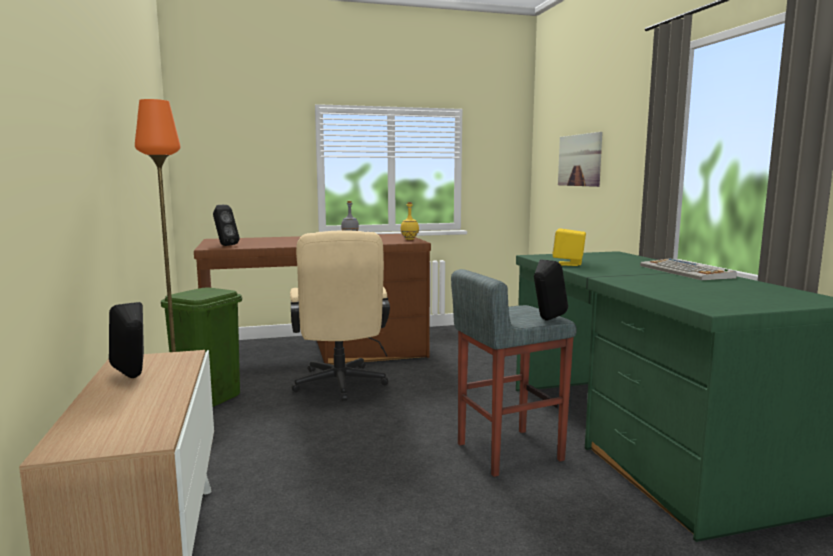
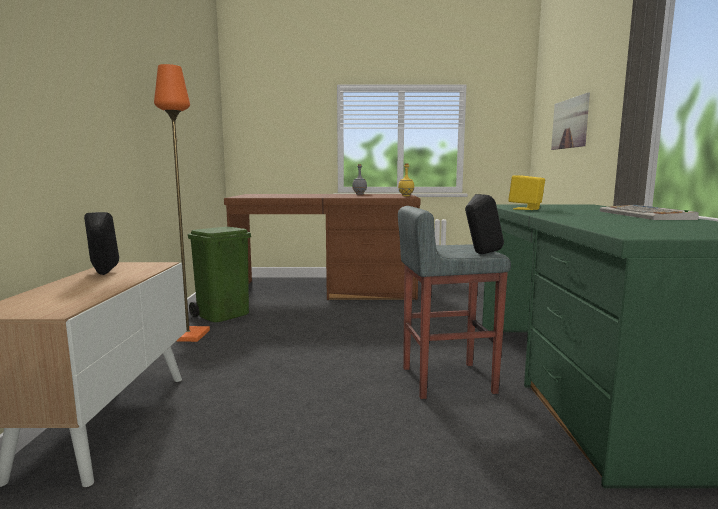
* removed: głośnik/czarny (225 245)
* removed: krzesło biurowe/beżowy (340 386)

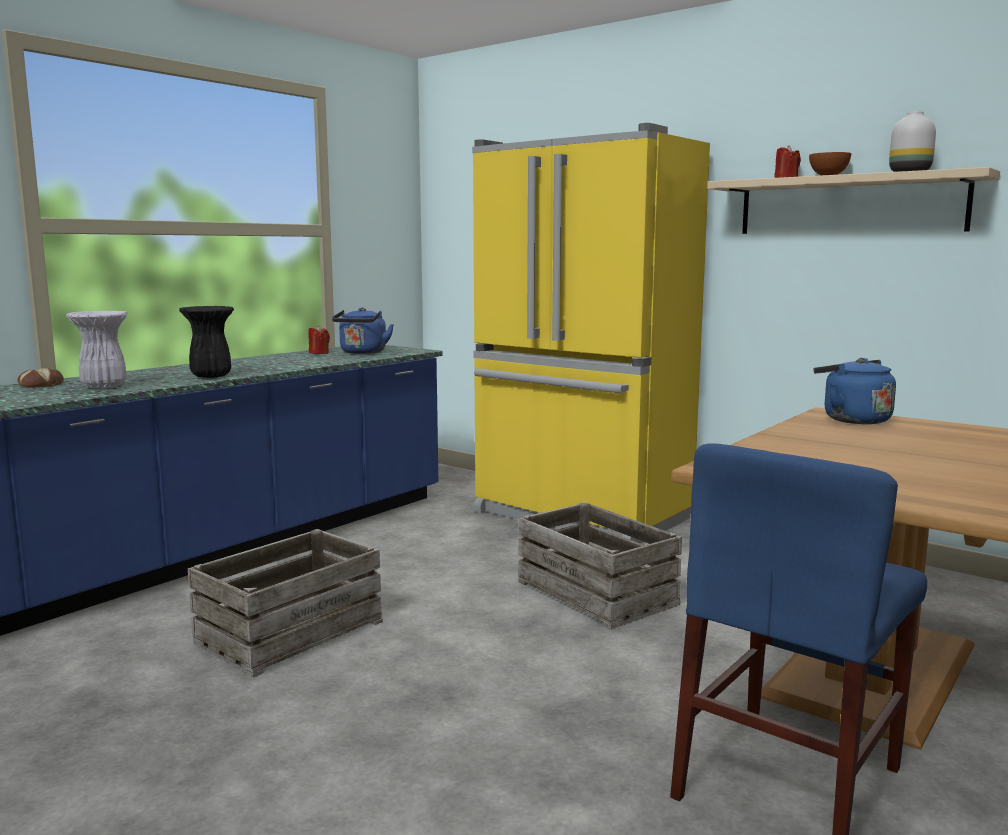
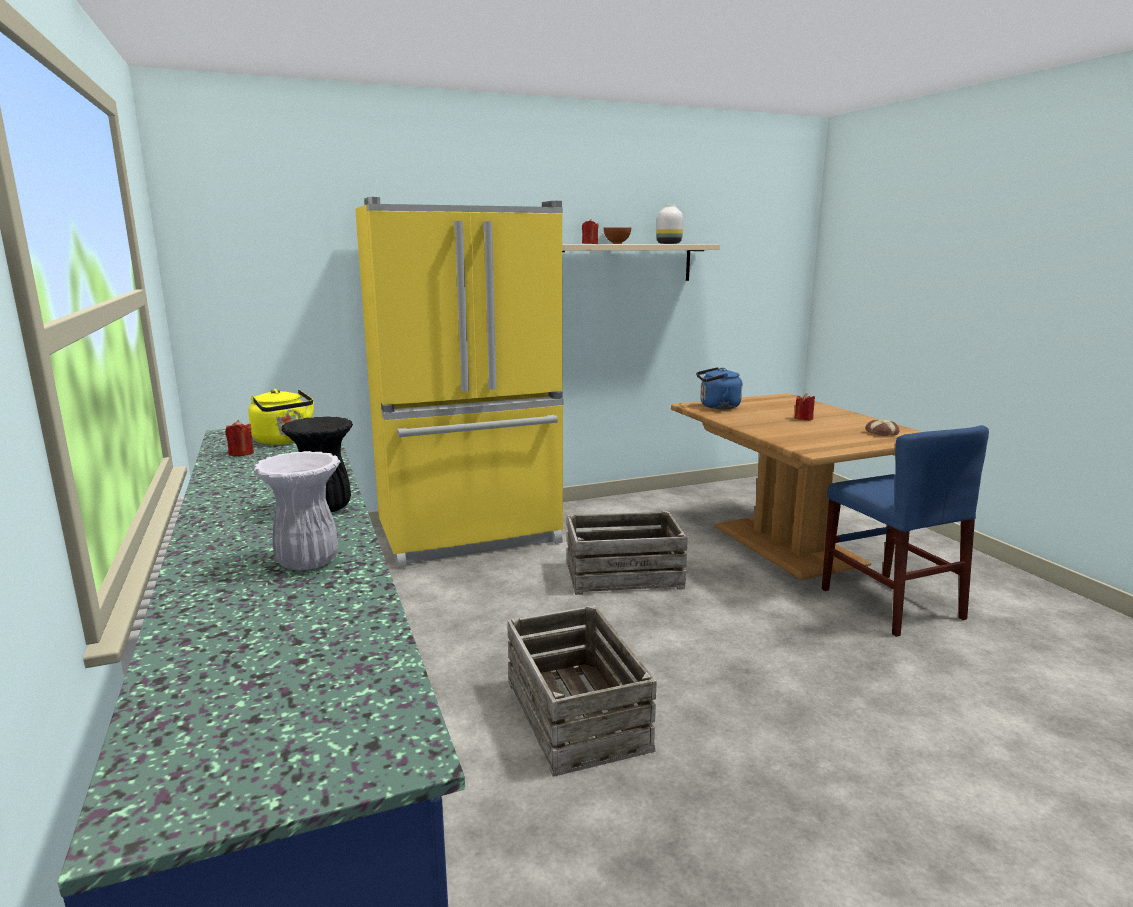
* recoloured: czajnik/niebieski (362 353) to czajnik/żółty (283 441)
* moved: chleb (41 384) to (881 433)
* added: świeca/czerwony (803 418)

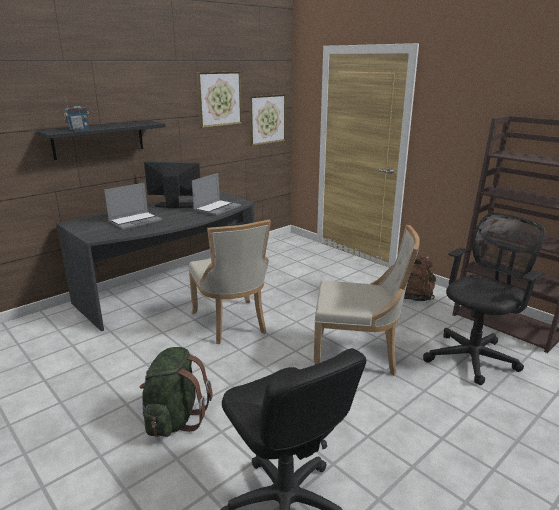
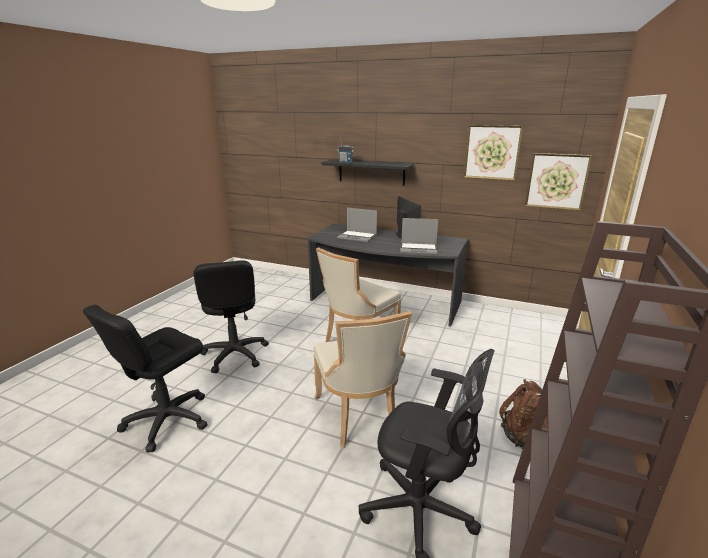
* replaced: plecak/zielony (174 419) to krzesło biurowe/czarny (235 354)

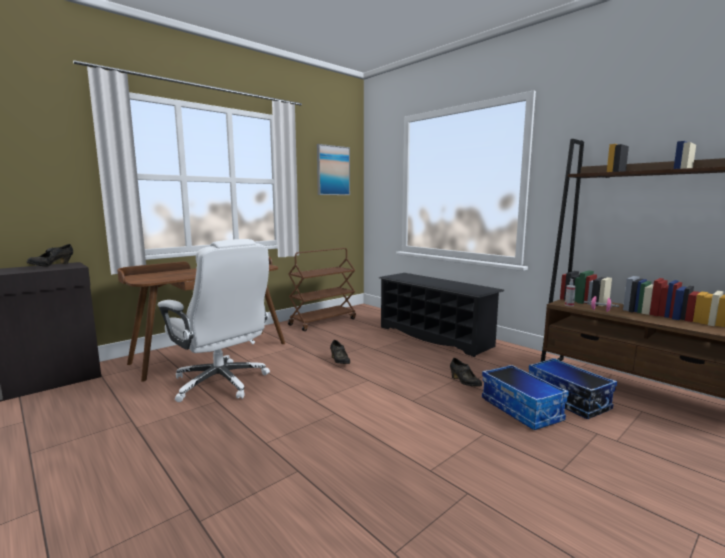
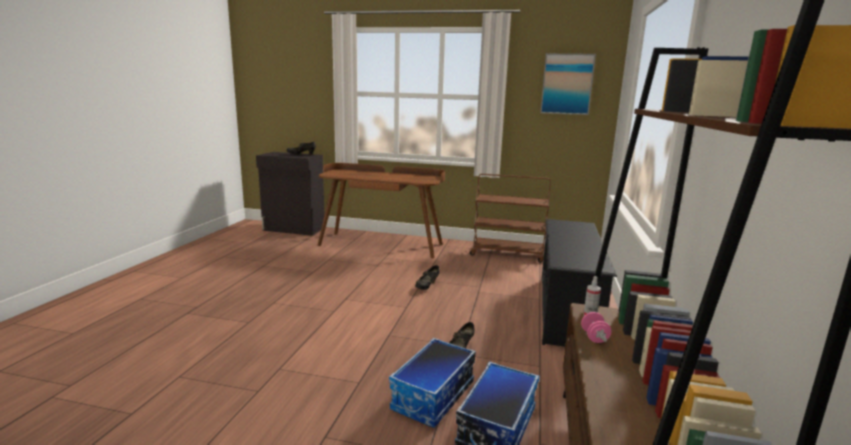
* removed: krzesło biurowe/biały (221 383)

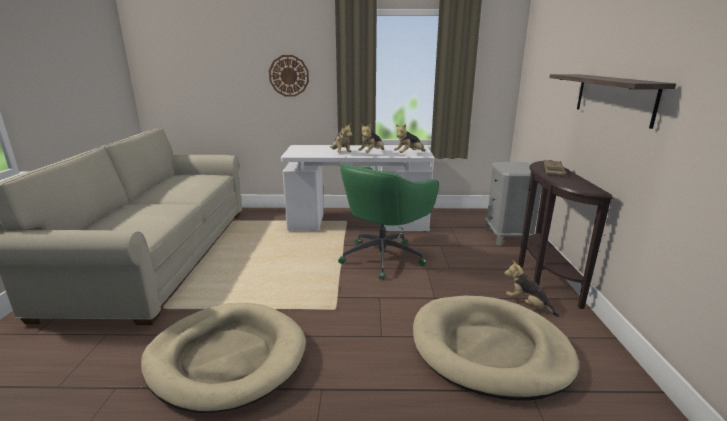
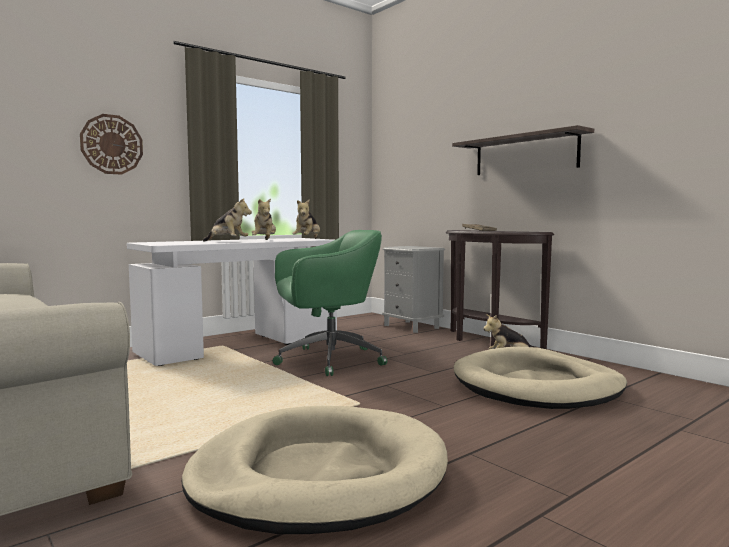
* turned: krzesło biurowe/zielony (383 256) = (327 360) 105 degrees counterclockwise

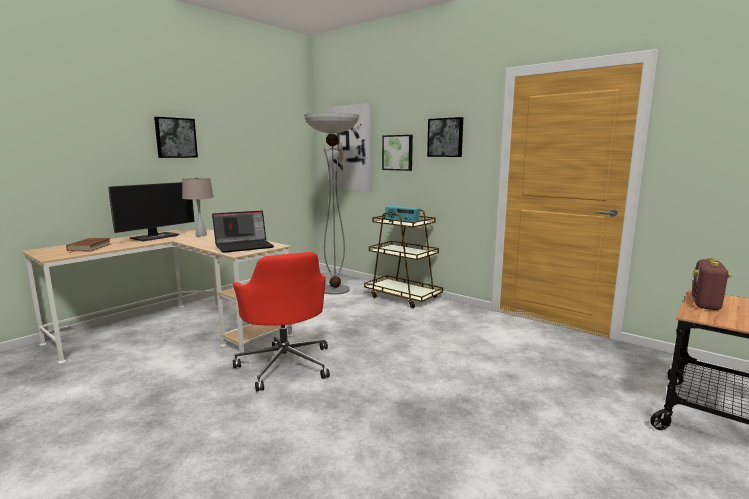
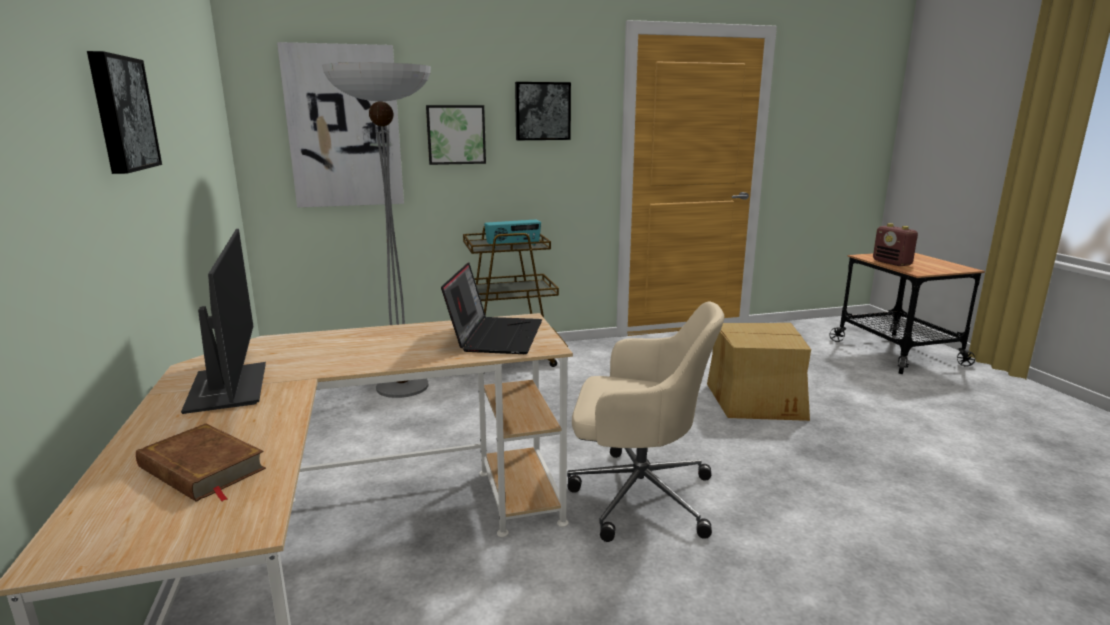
* removed: lampa stołowa/beżowy (201 235)
* recoloured: krzesło biurowe/czerwony (285 364) to krzesło biurowe/beżowy (637 495)
* added: karton (757 399)

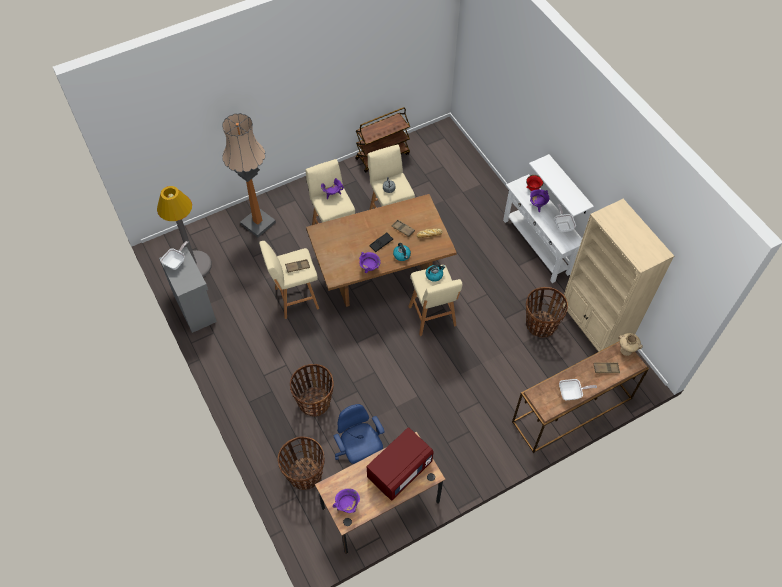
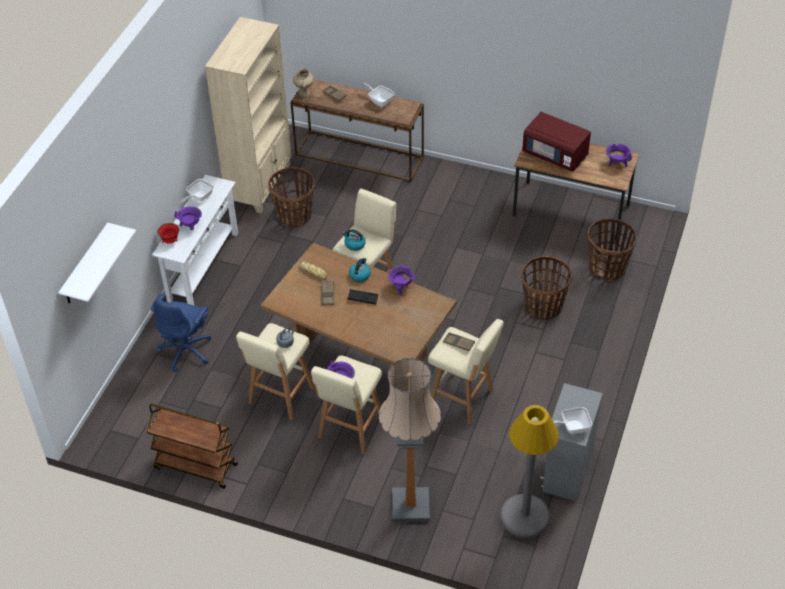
* moved: półka/biały (569 186) to (85 265)
* moved: krzesło biurowe/niebieski (359 454) to (187 350)
* turned: mikrofalówka/czerwony (399 470) = (555 155) 150 degrees counterclockwise

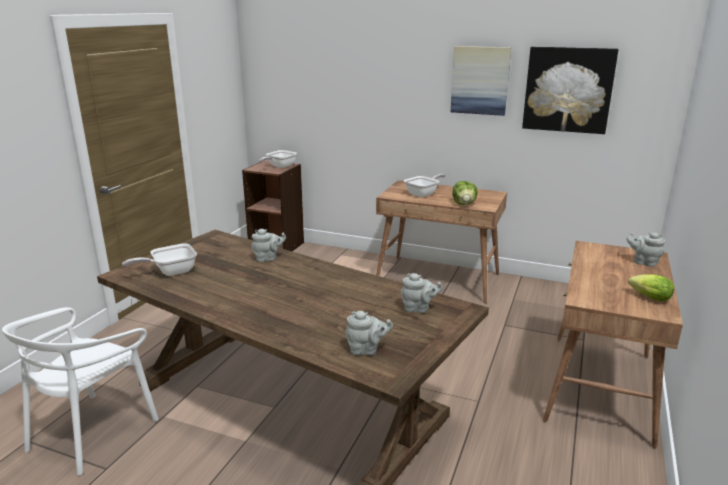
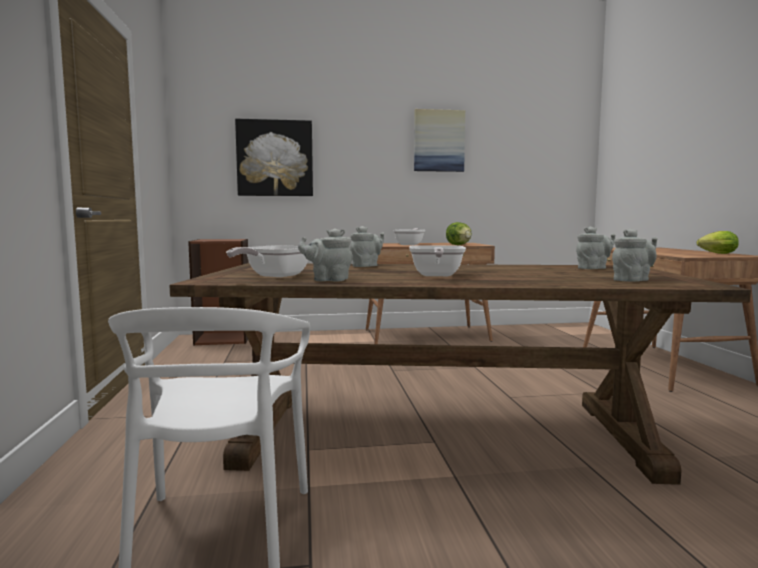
* moved: obraz (568 90) to (275 158)
* moved: patelnia (279 166) to (436 275)
* moved: imbryk/szary (643 262) to (328 280)

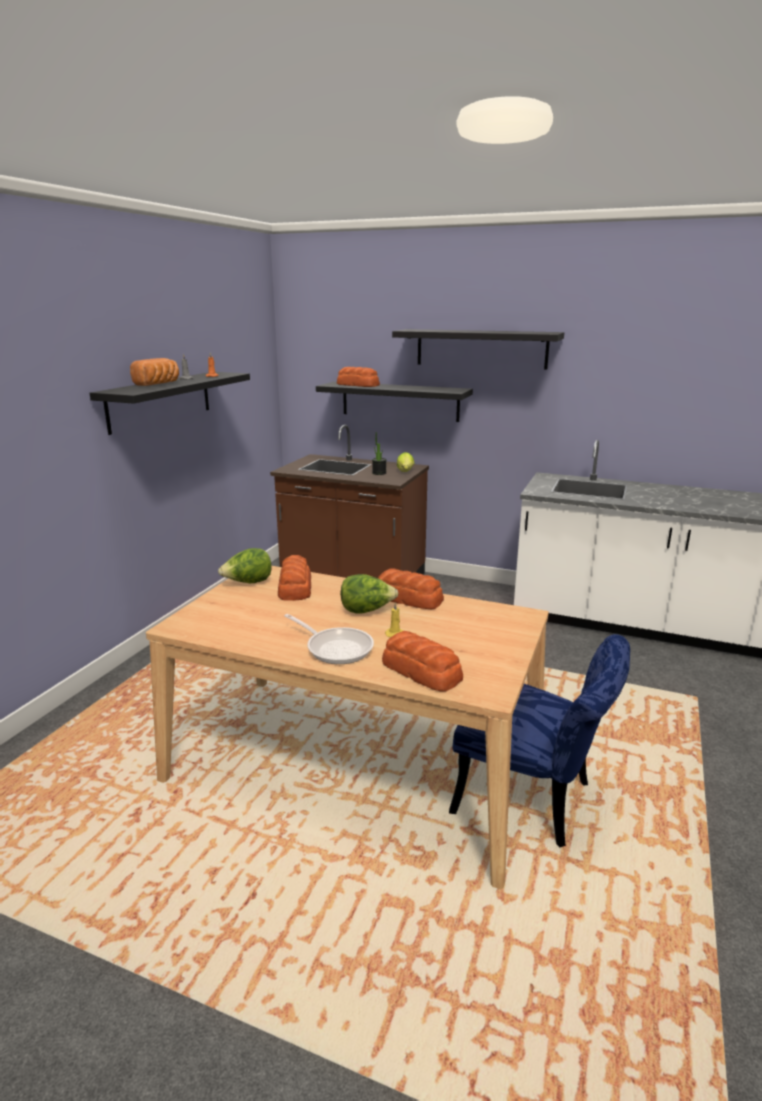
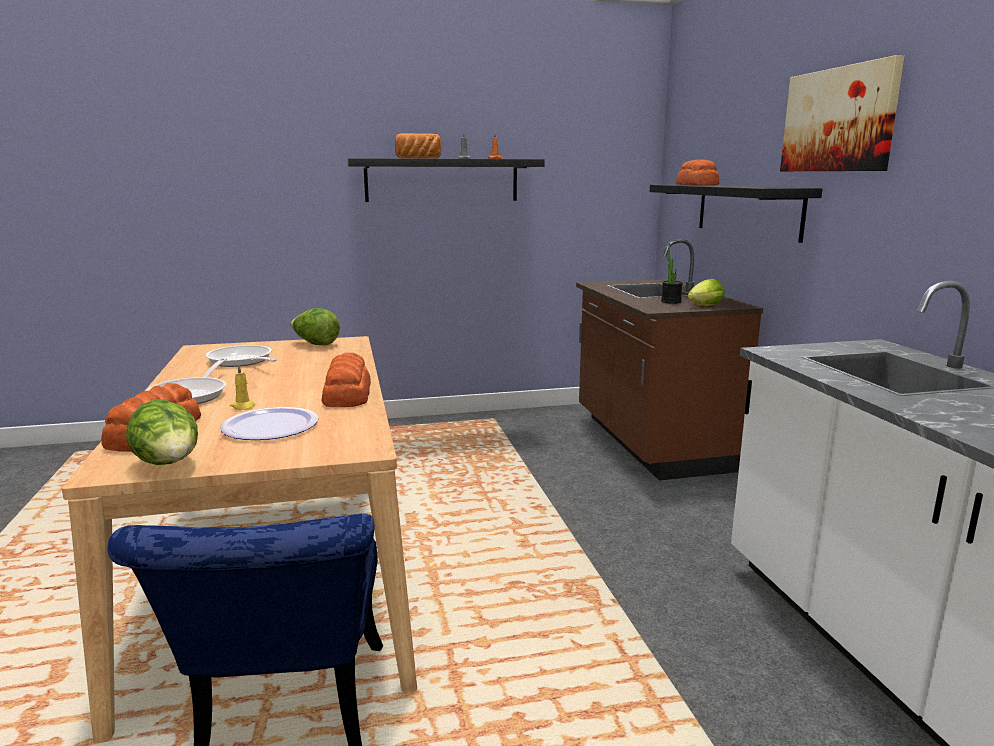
* replaced: półka/czarny (481 348) to obraz (838 120)
* removed: chleb (294 587)
* moved: sałata (367 611) to (169 465)
* added: patelnia (242 361)
* added: talerz (271 426)

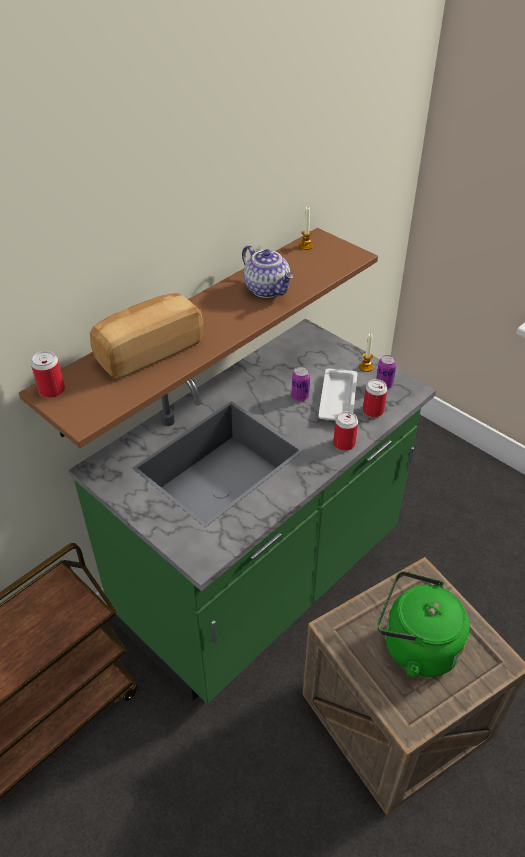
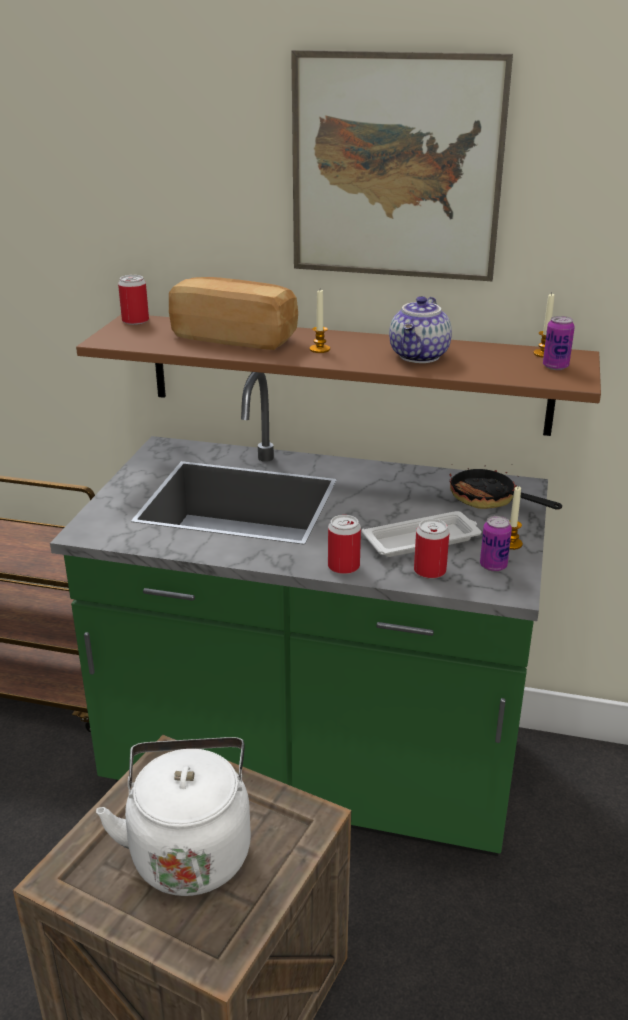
* moved: puszka (300 396) to (555 366)
* recoloured: czajnik/zielony (415 646) to czajnik/biały (190 849)
* added: obraz (396 168)
* added: świeca (319 349)
* added: patelnia (490 500)

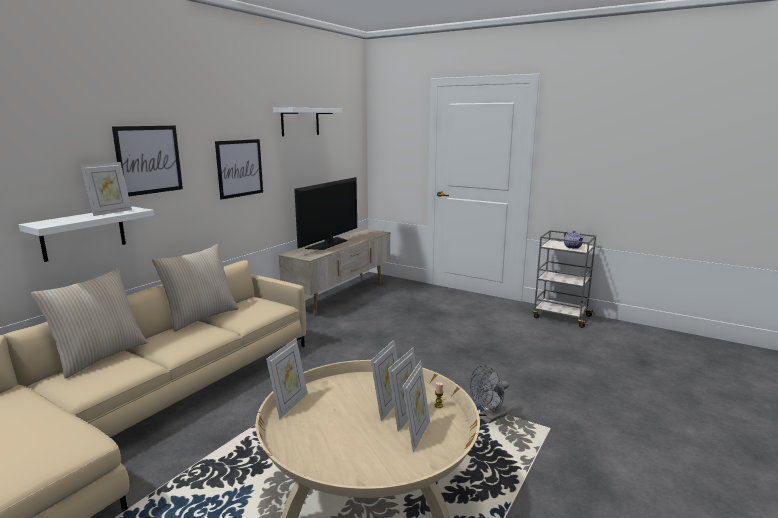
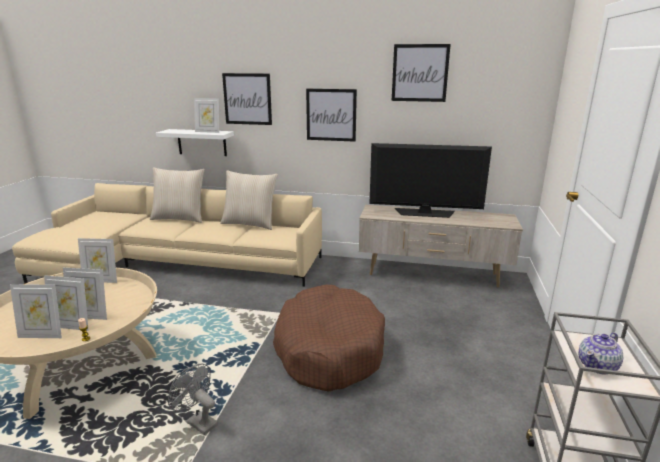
* replaced: półka/biały (300 122) to obraz (420 73)
* added: legowisko/brązowy (328 349)

